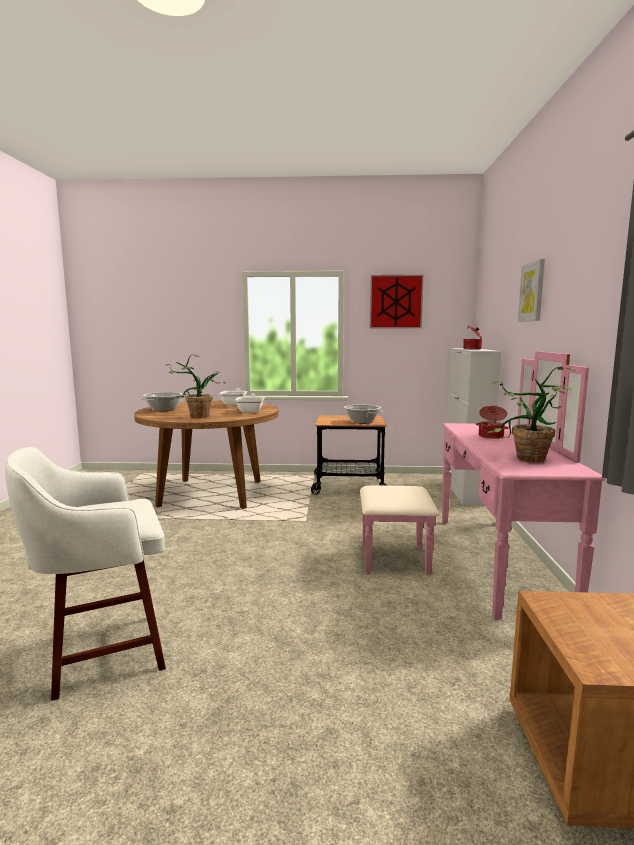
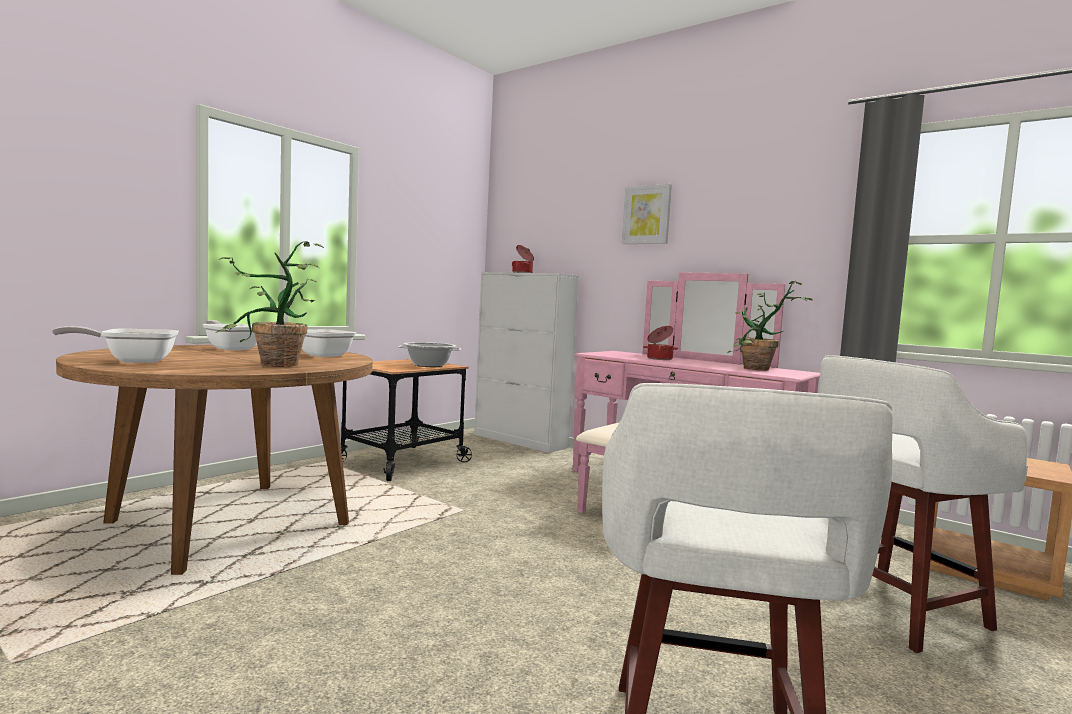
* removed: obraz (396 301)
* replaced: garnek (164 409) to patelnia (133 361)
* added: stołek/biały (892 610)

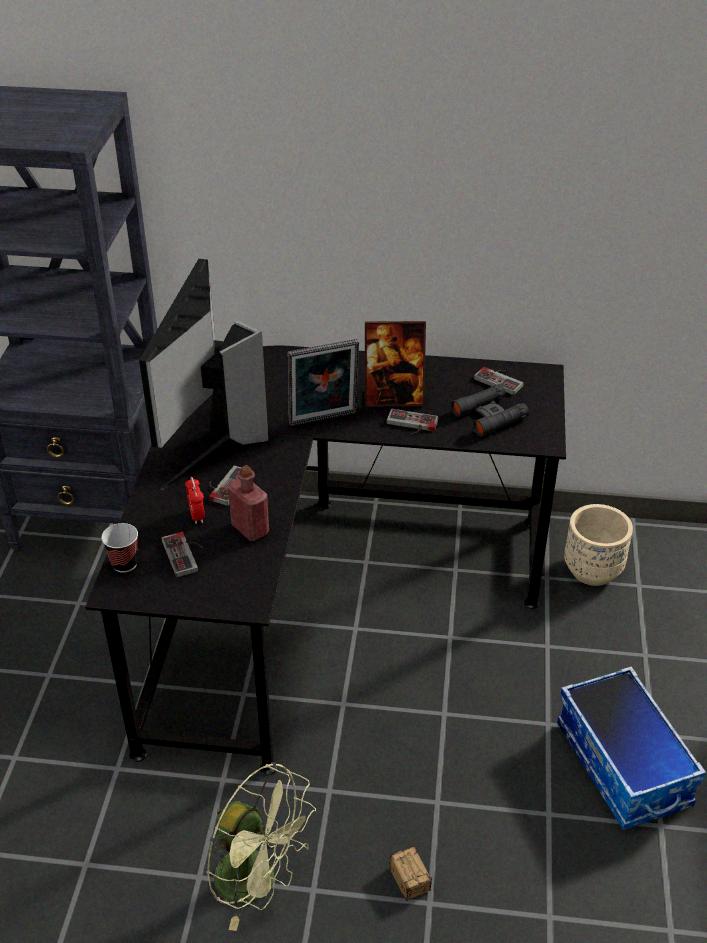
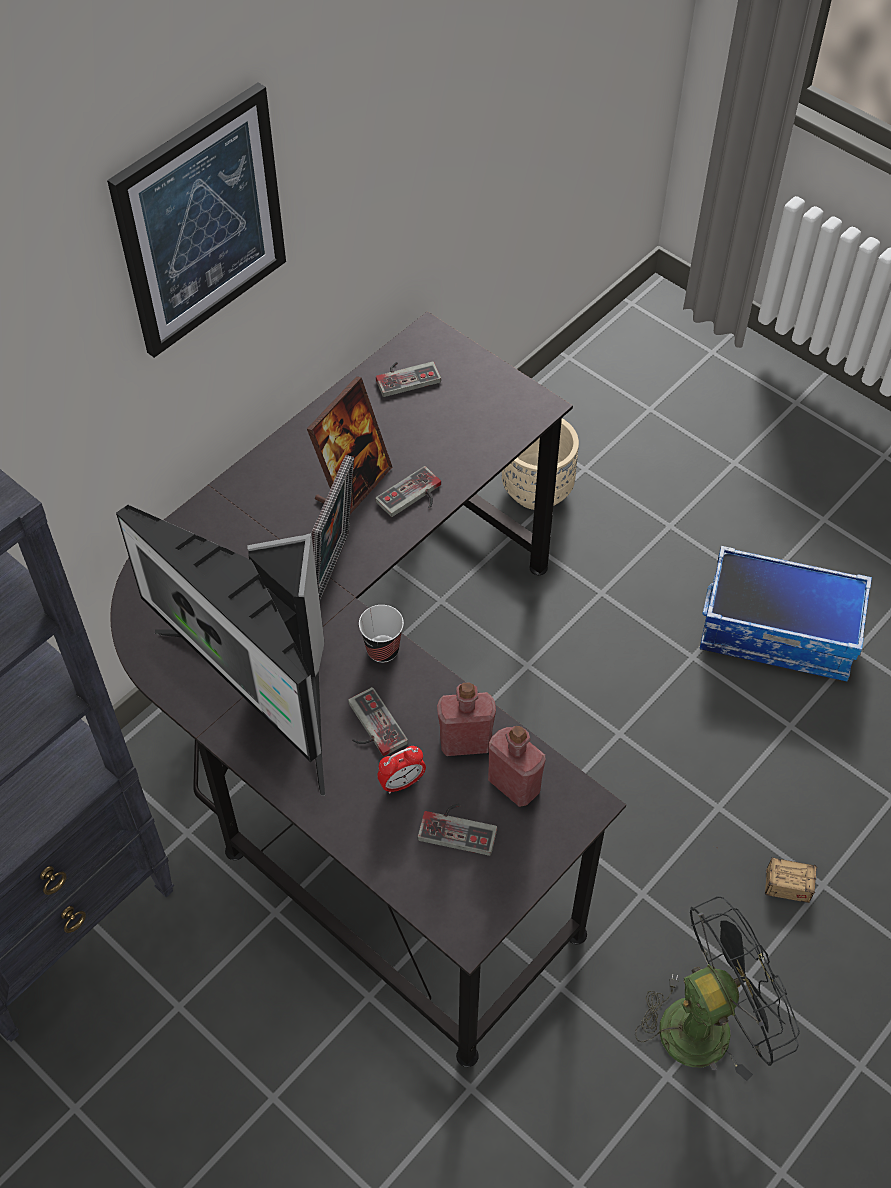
* removed: lornetka/czarny (489 416)
* turned: budzik (197 516) = (402 783) 45 degrees counterclockwise
* moved: filiżanka (124 564) to (382 650)
* recoloured: wentylator/zielony (258 882) to wentylator/czarny (708 1022)
* added: obraz (200 222)
* added: butelka/czerwony (514 784)

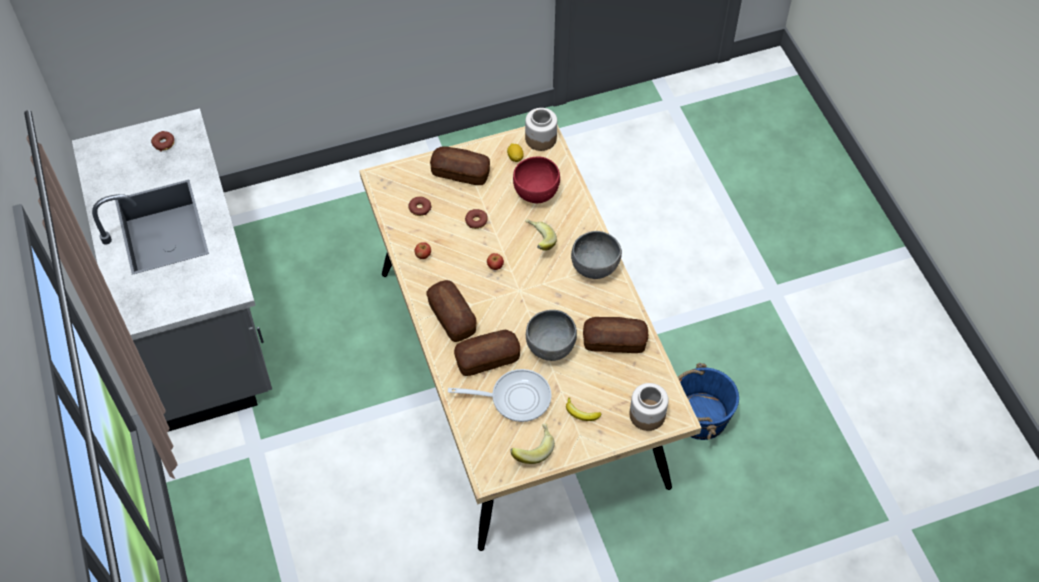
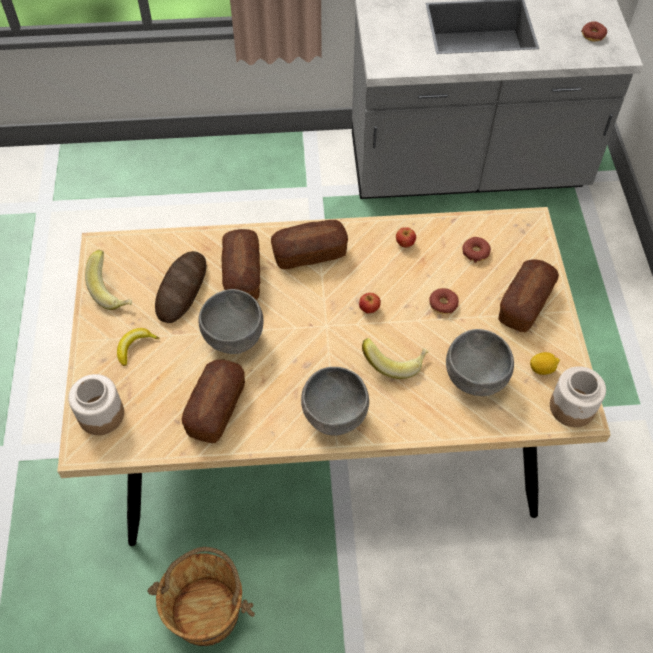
* recoloured: miska/czerwony (536 193) to miska/szary (474 378)
* recoloured: wiadro/niebieski (699 417) to wiadro/brązowy (206 610)
* replaced: patelnia (515 398) to chleb (182 289)

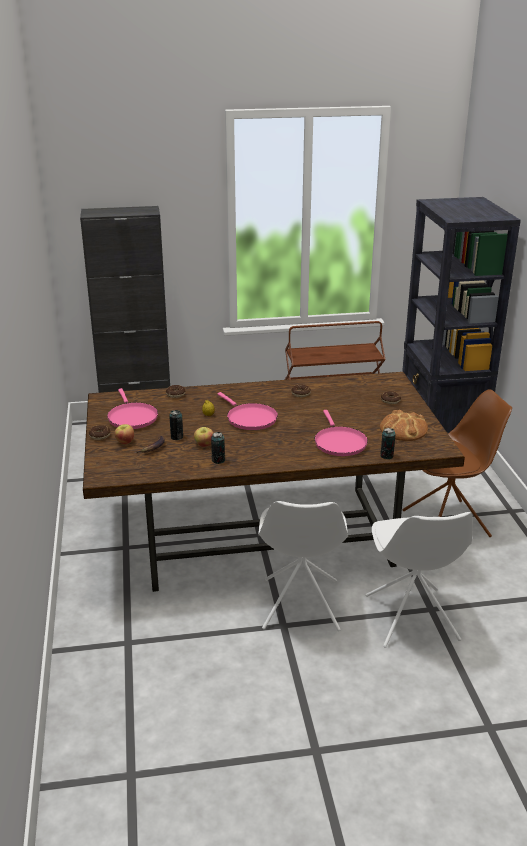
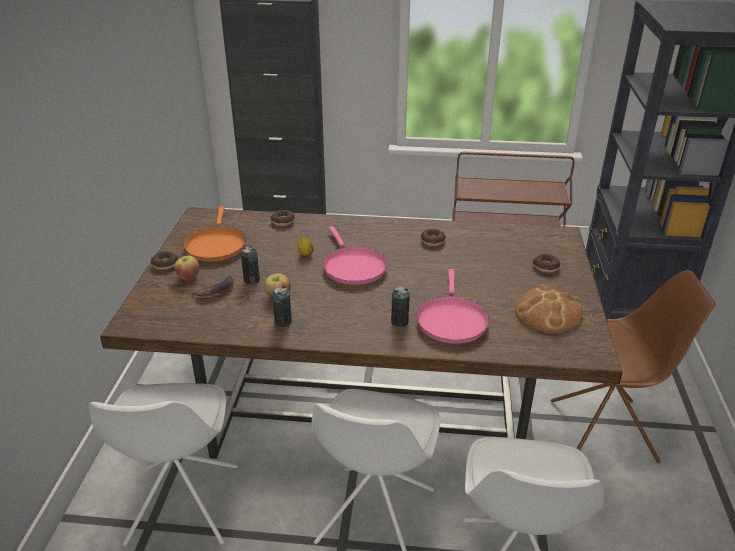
* recoloured: patelnia/różowy (131 417) to patelnia/pomarańczowy (215 245)
* moved: puszka (386 456) to (399 322)
* added: krzesło/biały (182 506)

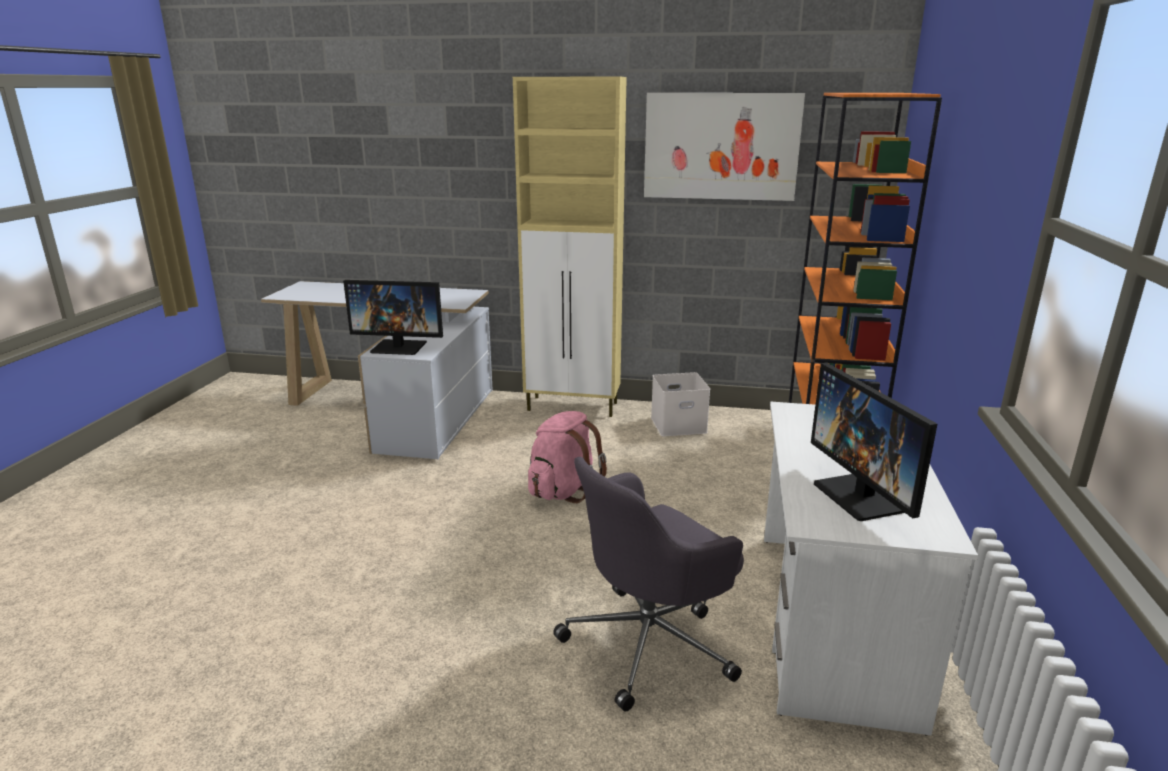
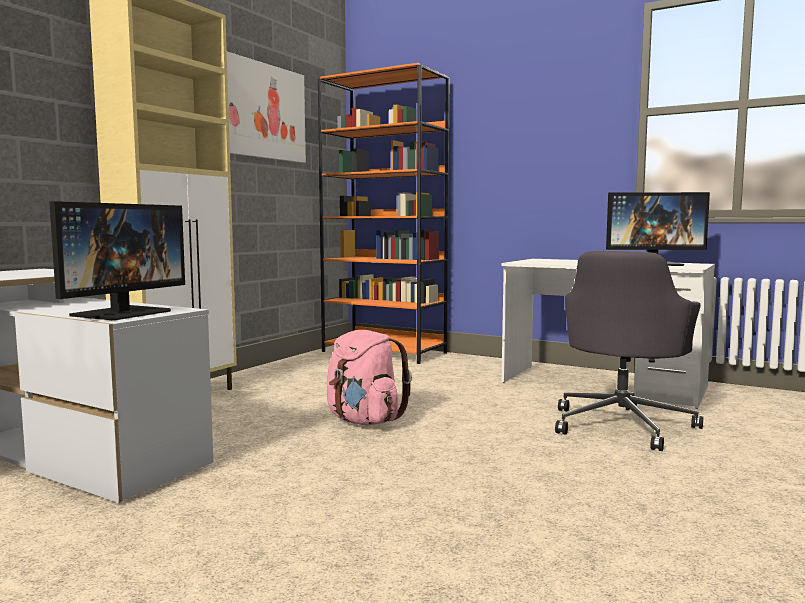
* removed: pojemnik do przechowywania/biały (679 424)
* turned: krzesło biurowe/szary (650 643) = (622 425) 45 degrees clockwise

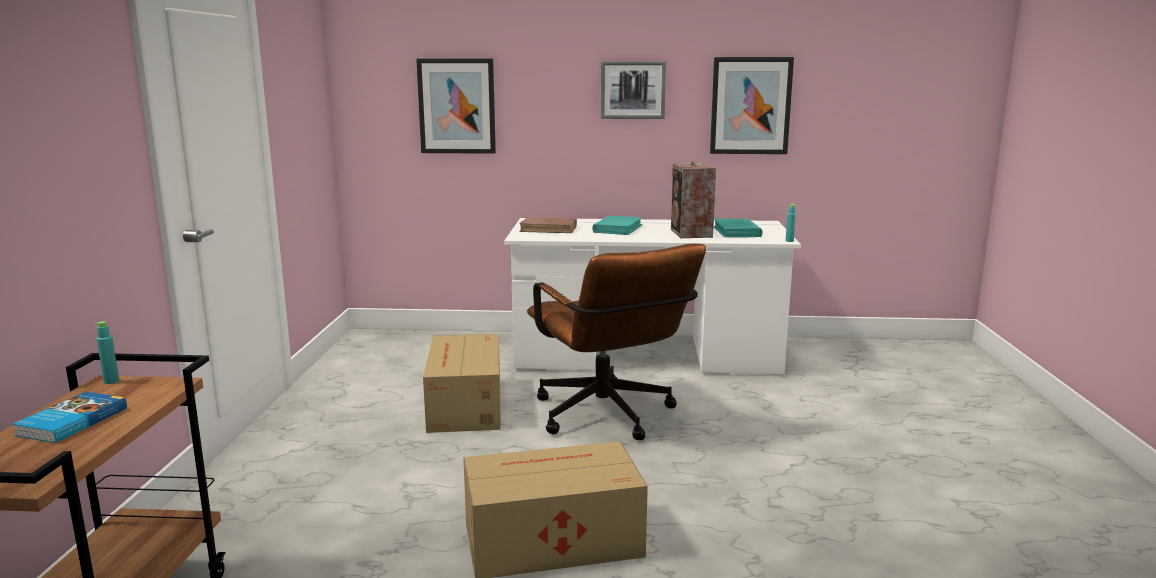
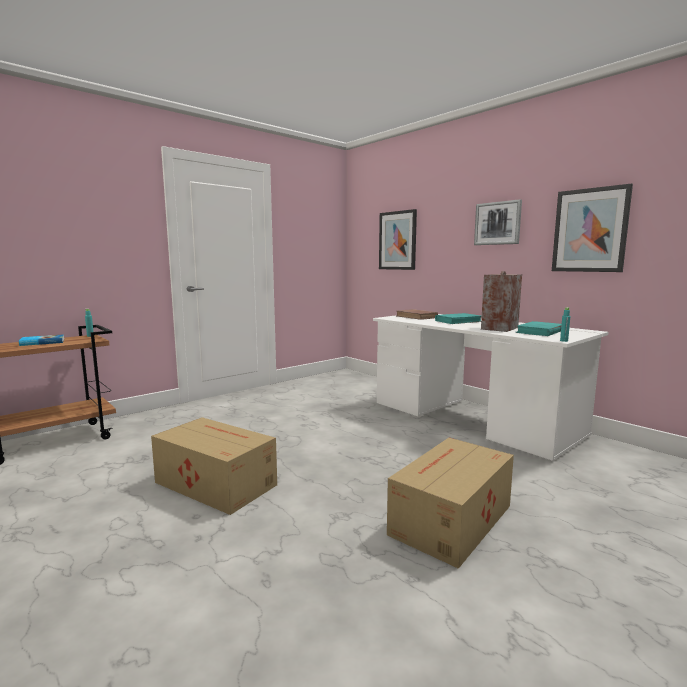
* removed: krzesło biurowe/brązowy (609 418)
* moved: karton (464 406) to (449 520)

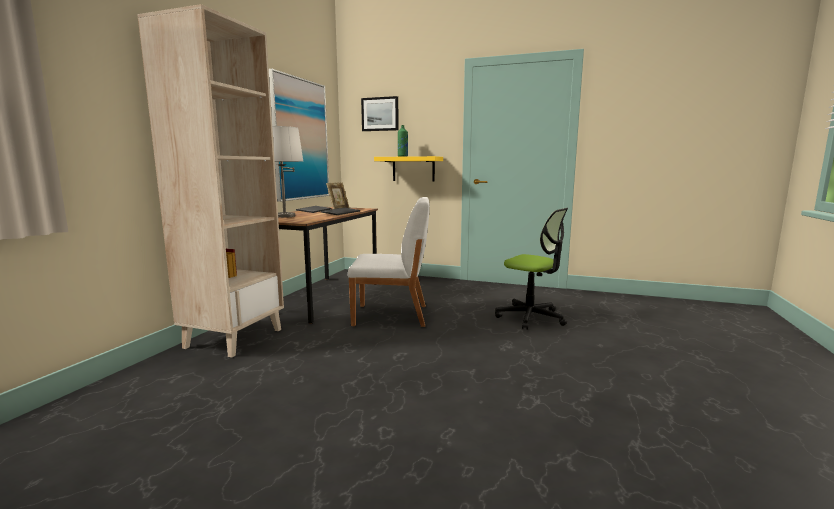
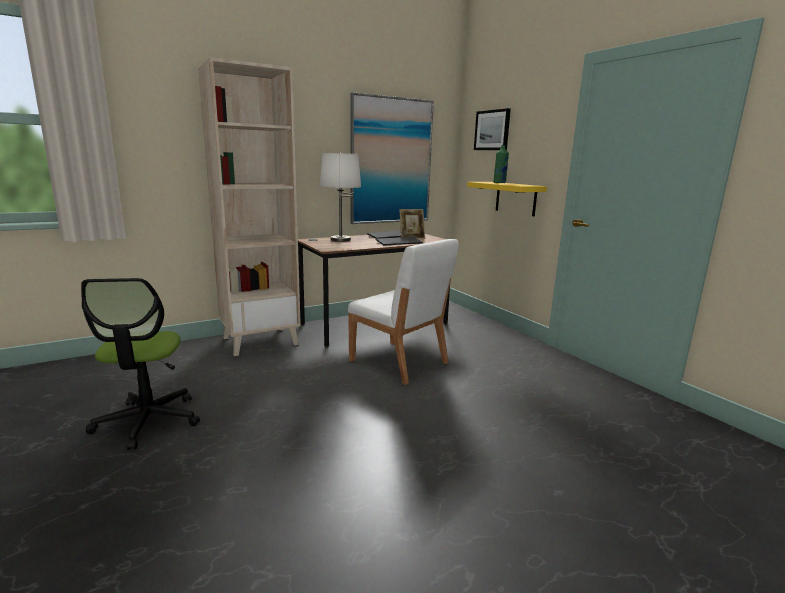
* moved: krzesło biurowe (531 317) to (148 421)

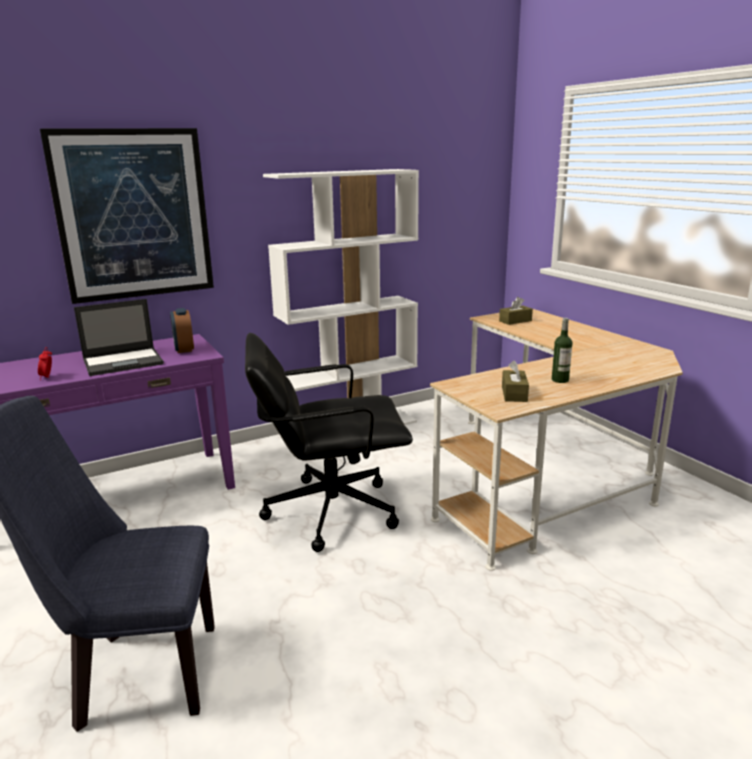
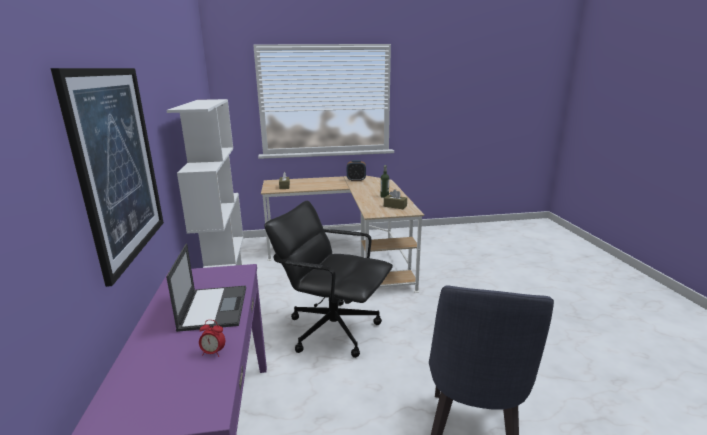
* moved: budzik (184 349) to (356 180)
* turned: krzesło biurowe/czarny (330 511) = (333 329) 105 degrees clockwise

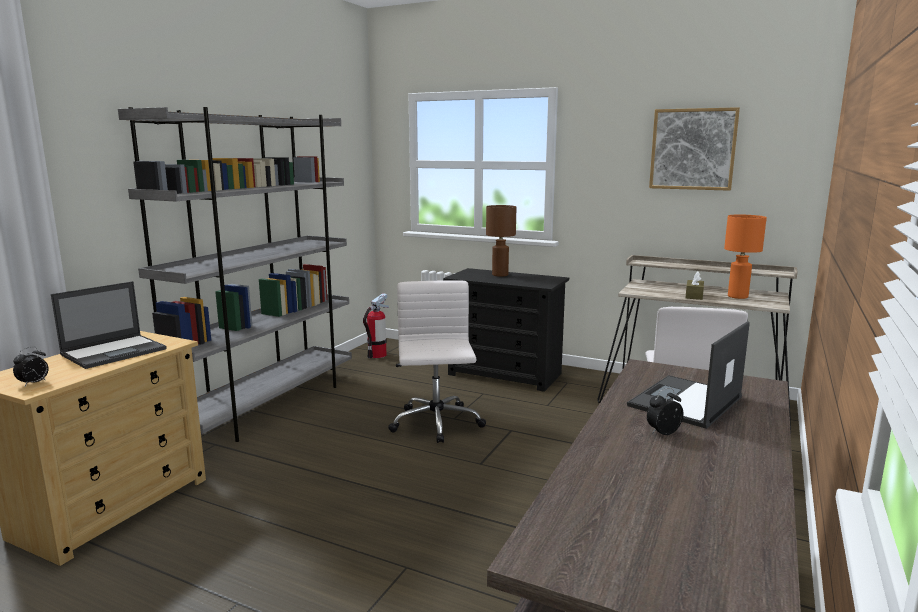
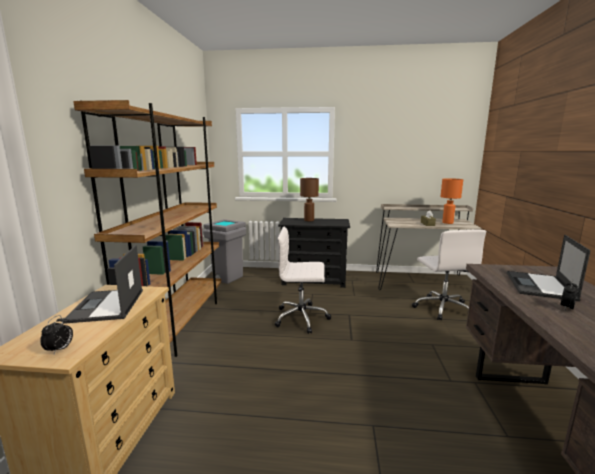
* recoloured: regał/szary (269 406) to regał/brązowy (179 324)
* removed: obraz (693 149)
* turned: krzesło biurowe/biały (436 424) = (302 318) 60 degrees counterclockwise
* turned: laptop (115 351) = (107 306) 150 degrees clockwise
* replaced: gaśnica (377 355) to kosz na śmieci/szary (226 278)

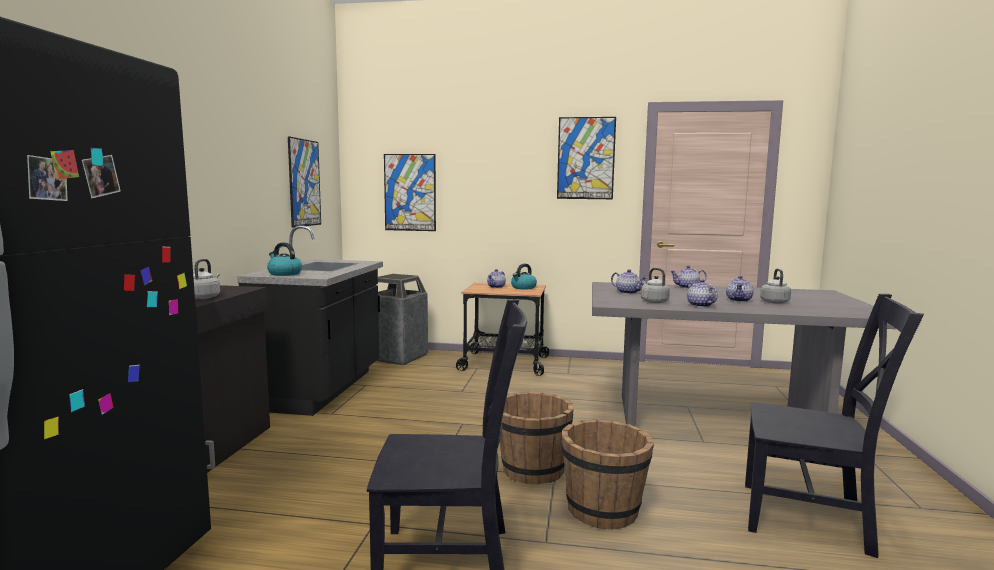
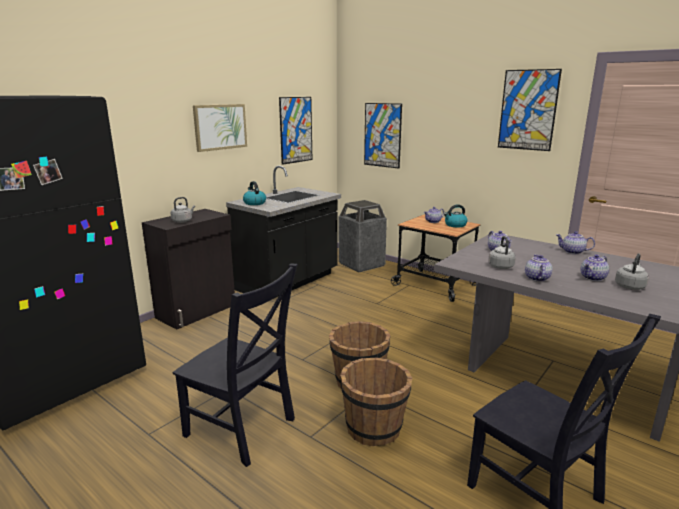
* added: obraz (220 127)

